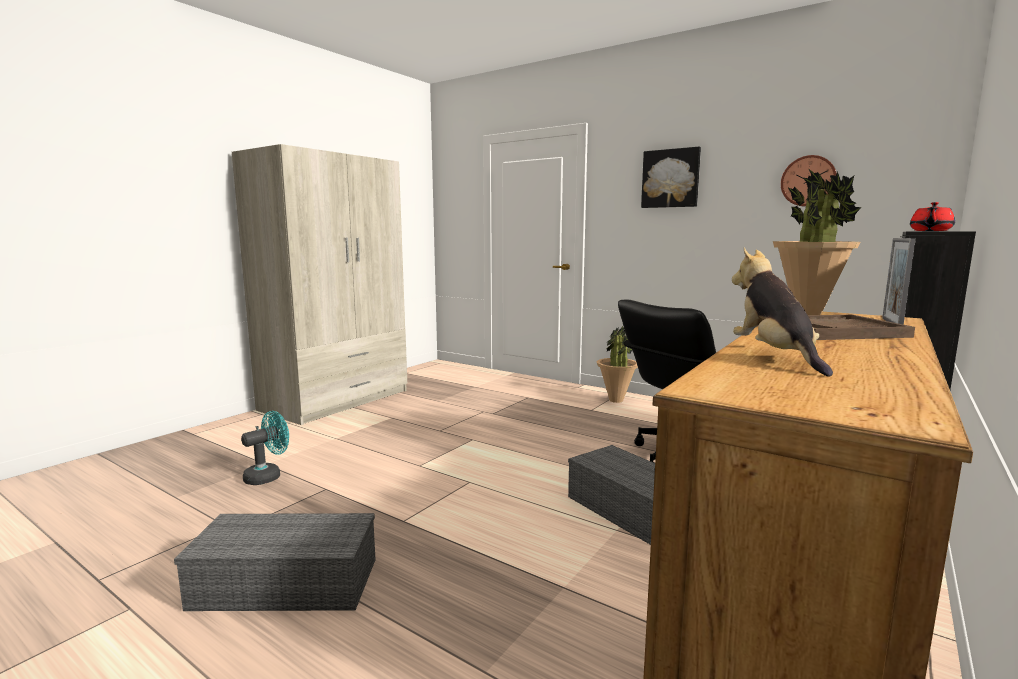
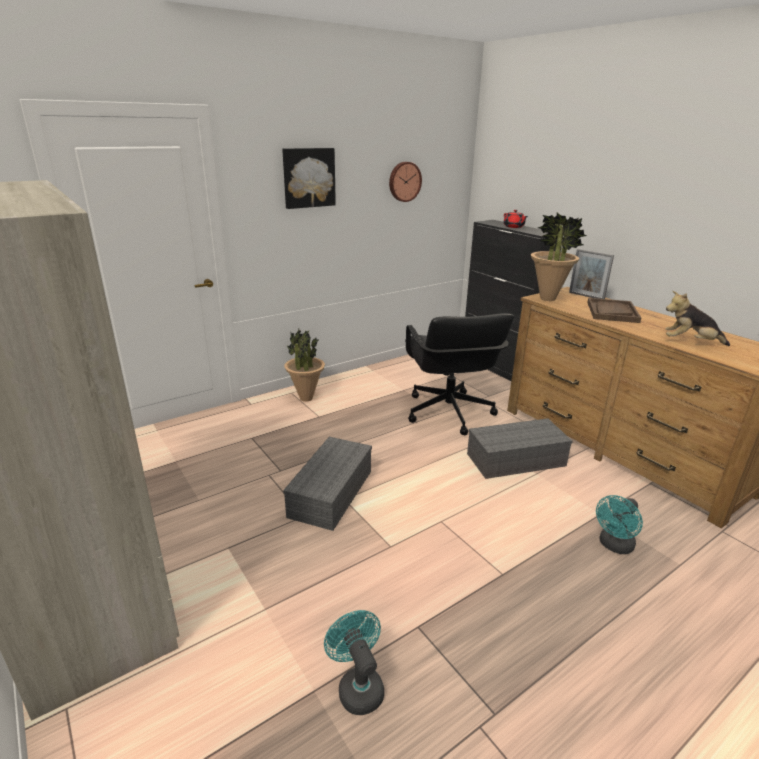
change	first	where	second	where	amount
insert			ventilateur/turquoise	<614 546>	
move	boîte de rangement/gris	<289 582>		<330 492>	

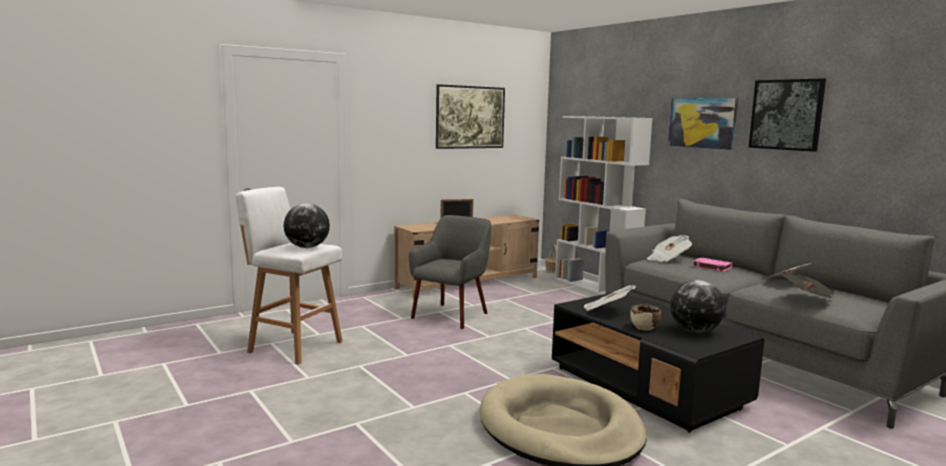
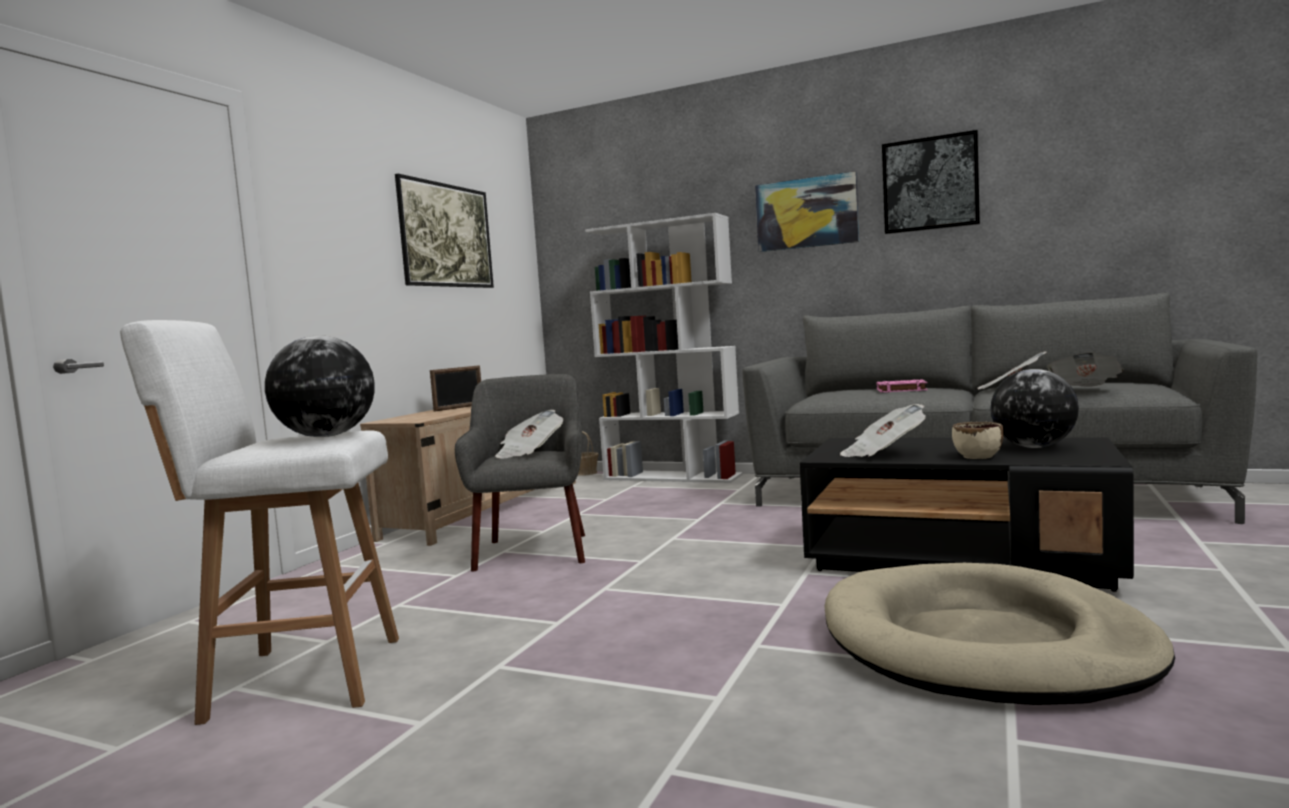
change	first	where	second	where	amount
move	journal	<667 259>		<529 453>	

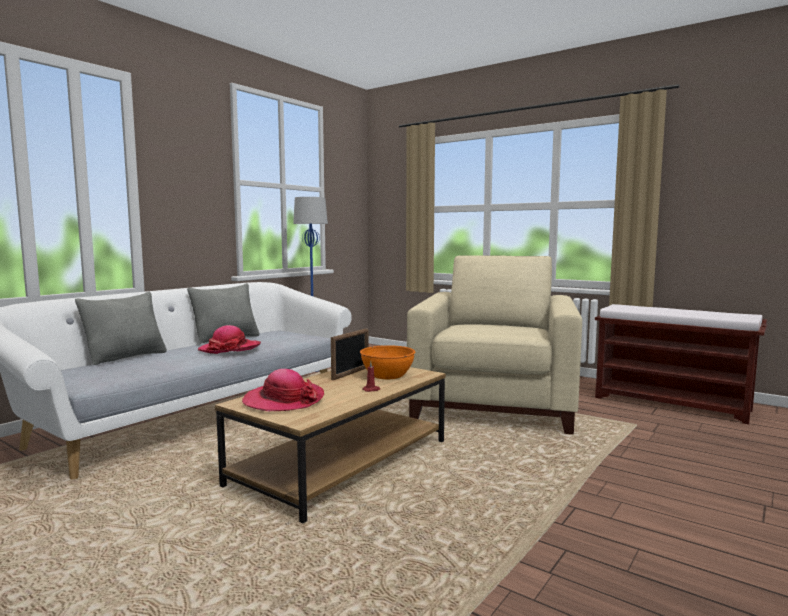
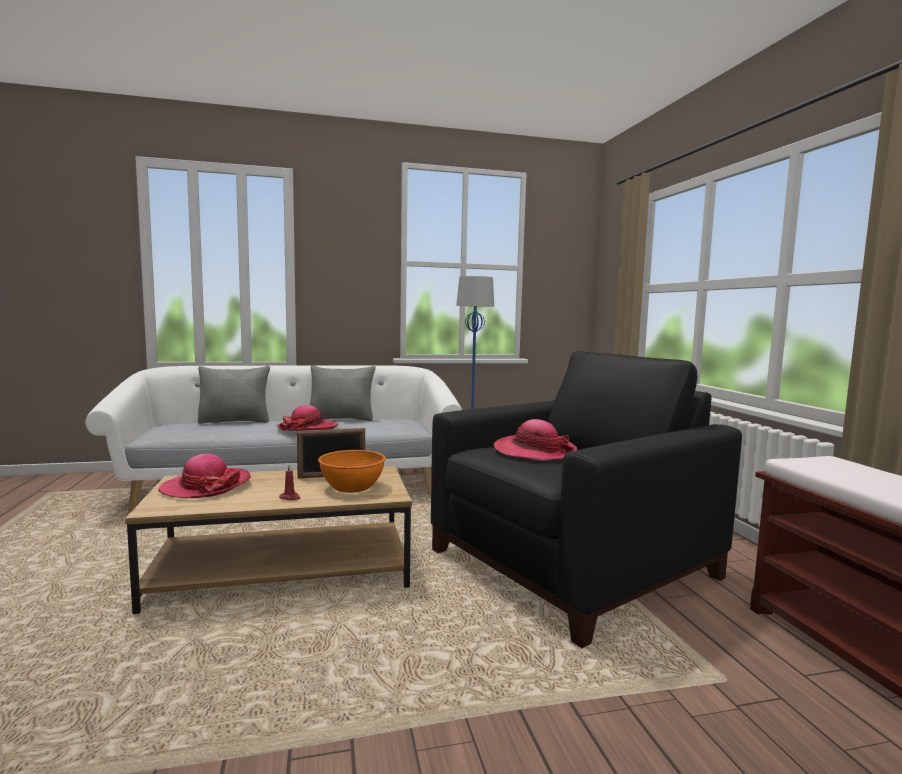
change	first	where	second	where	amount
insert			chapeau	<534 451>	
recolor	fauteuil/beige	<495 404>	fauteuil/noir	<571 565>	

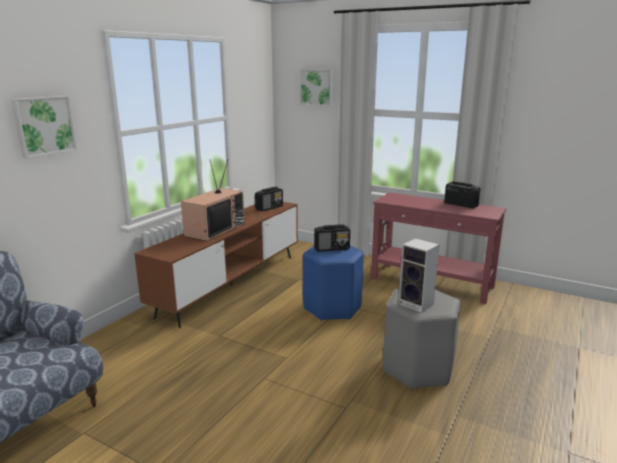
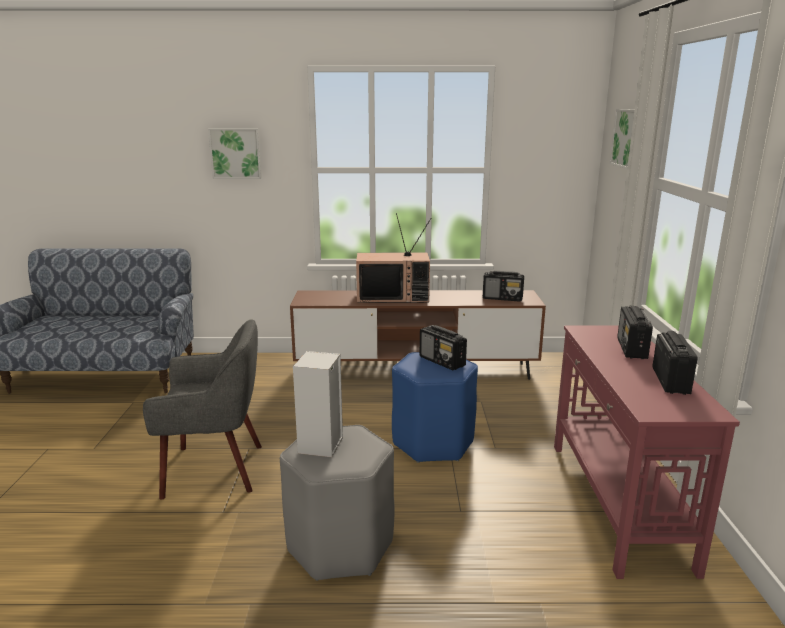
change	first	where	second	where	amount
insert			fauteuil/gris	<215 469>	
insert			radio	<631 349>	

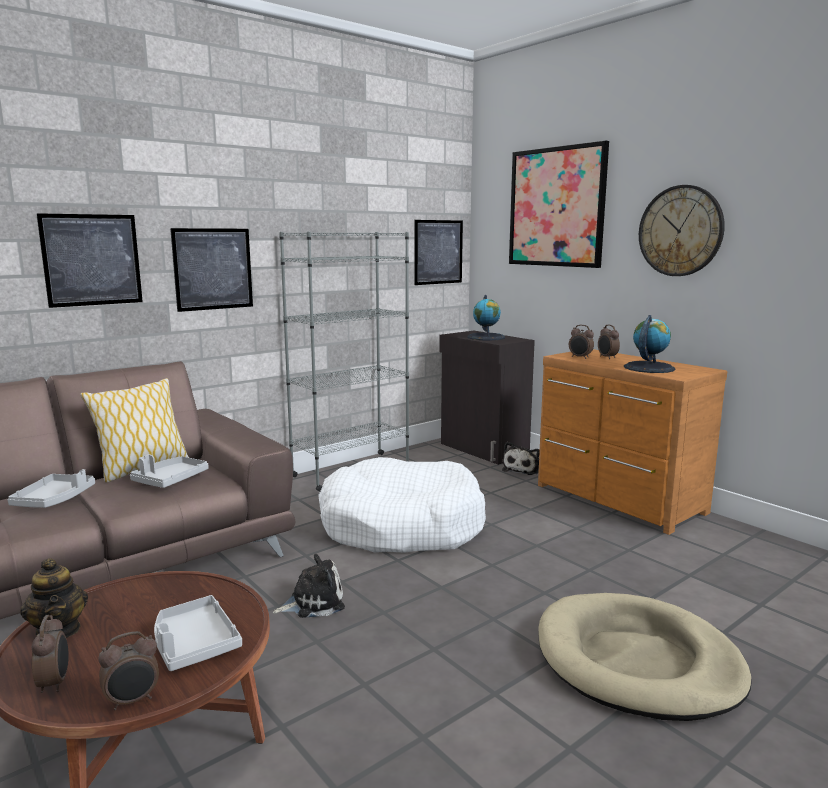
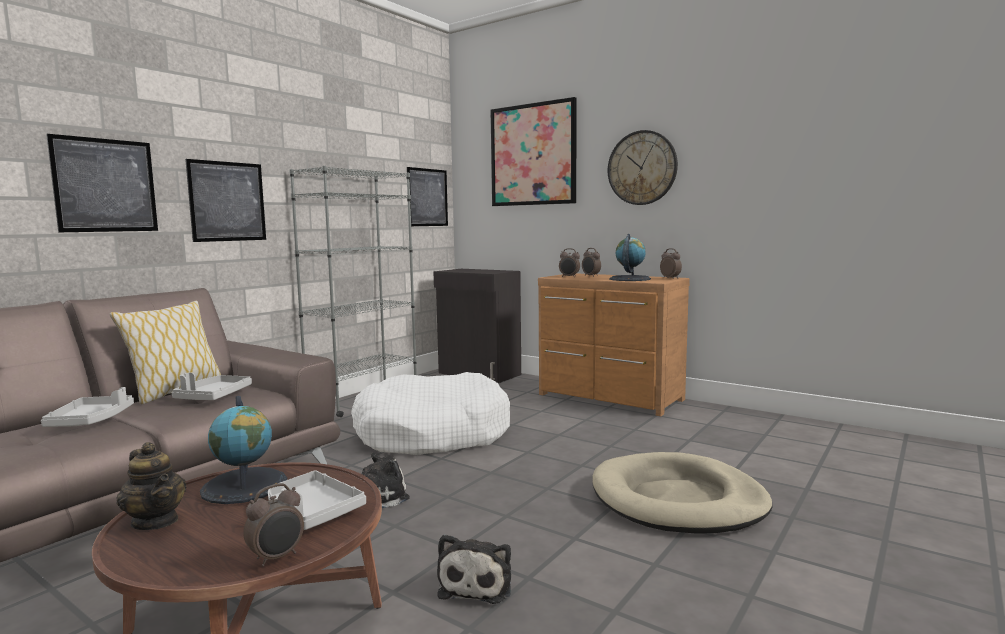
change	first	where	second	where	amount
move	réveil	<55 683>		<670 278>	
move	globe	<486 337>		<245 485>	
move	peluche	<522 469>		<477 584>	

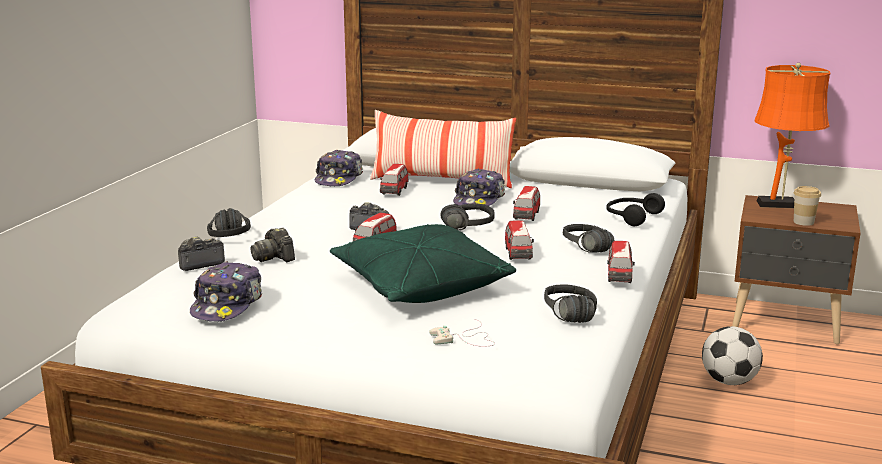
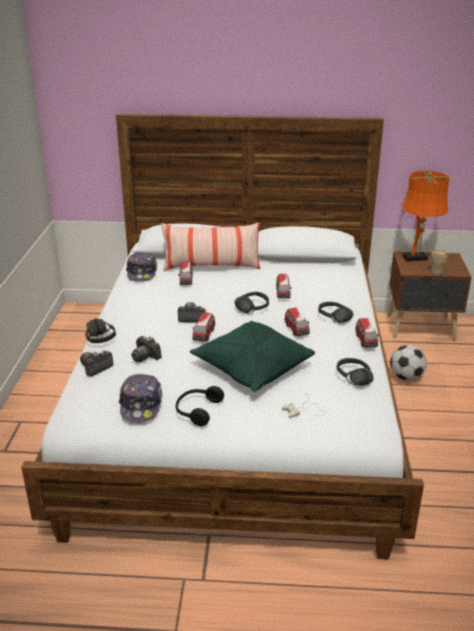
change	first	where	second	where	amount
delete	casquette	<479 200>			
move	casque audio/noir	<631 217>		<197 410>	

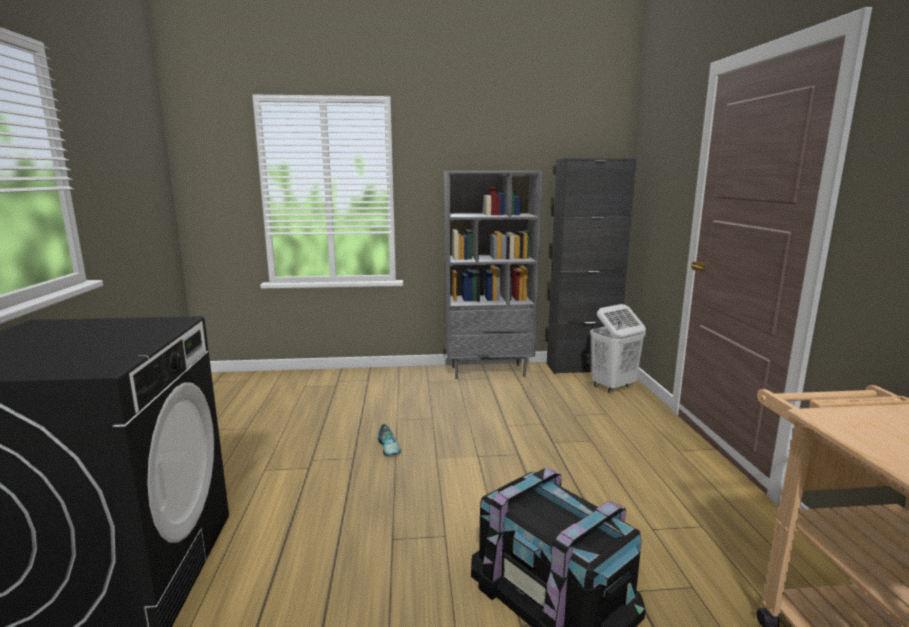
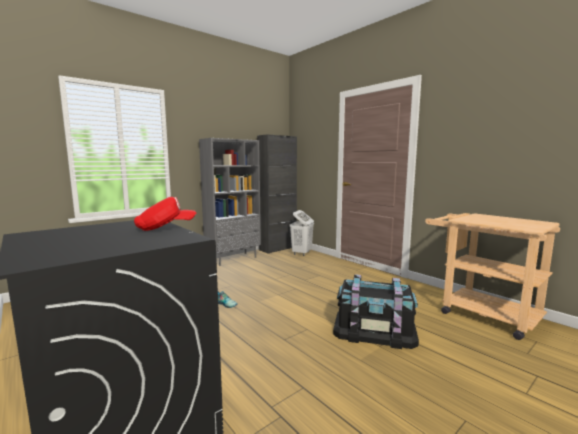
change	first	where	second	where	amount
insert			casquette/rouge	<165 228>	

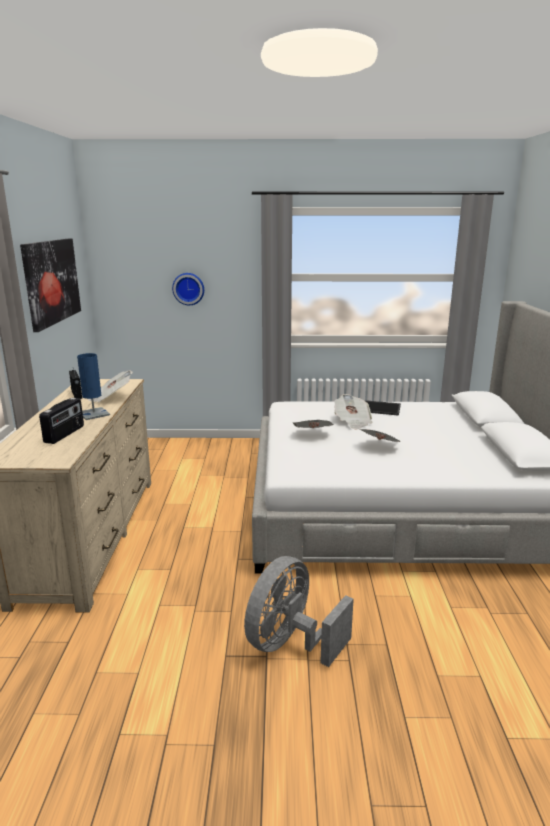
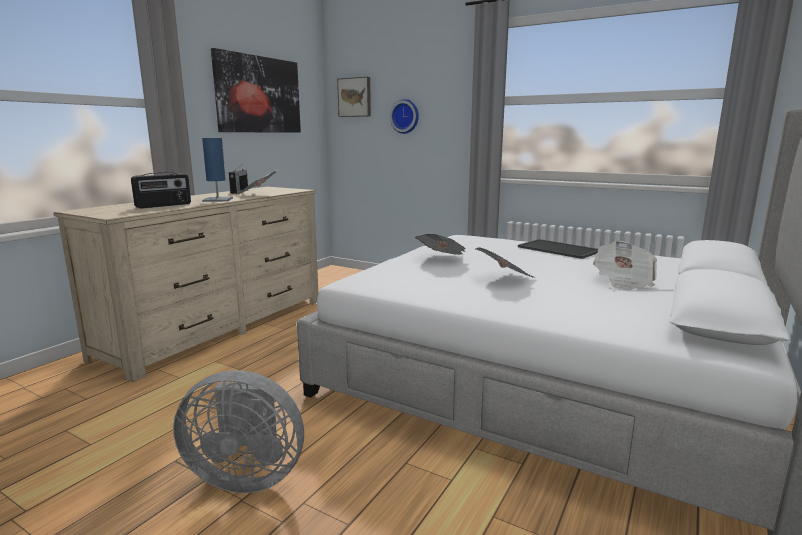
change	first	where	second	where	amount
insert			tableau	<355 97>	
move	journal	<352 422>		<623 282>	
rotate	ventilateur/gris	<290 644>		<246 476>	150 degrees counterclockwise

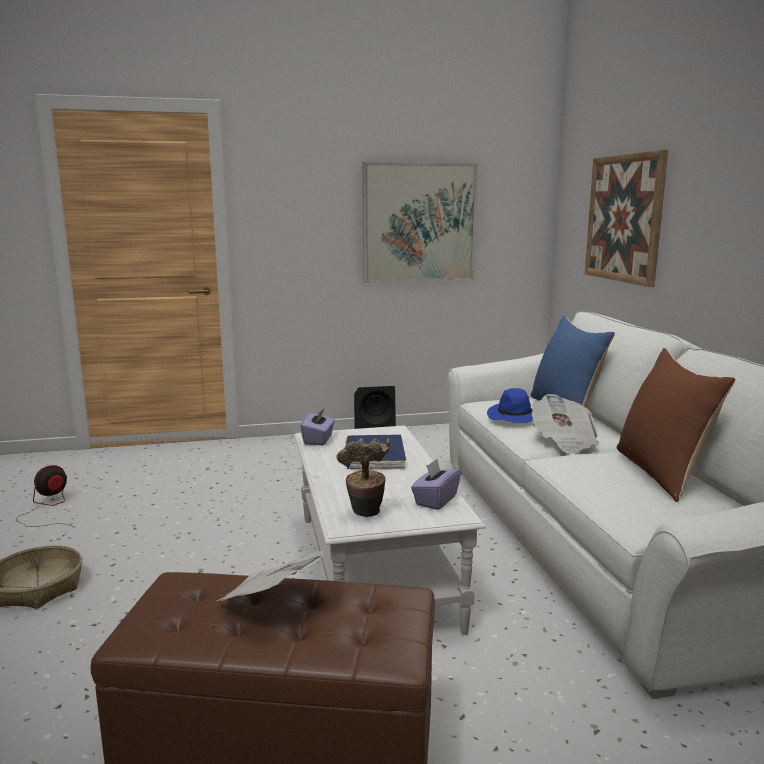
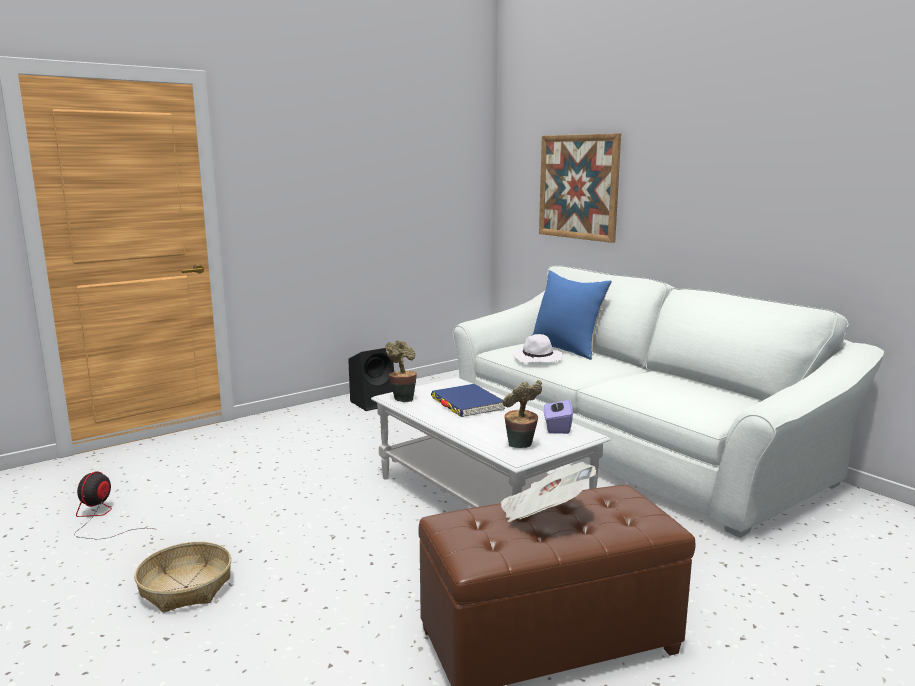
change	first	where	second	where	amount
delete	tableau	<419 223>			
delete	journal	<563 441>			
delete	coussin/marron	<663 473>			
replace	boîte à mouchoirs/violet	<318 440>	plante en pot	<402 399>	
recolor	chapeau/bleu	<515 417>	chapeau/blanc	<538 359>	

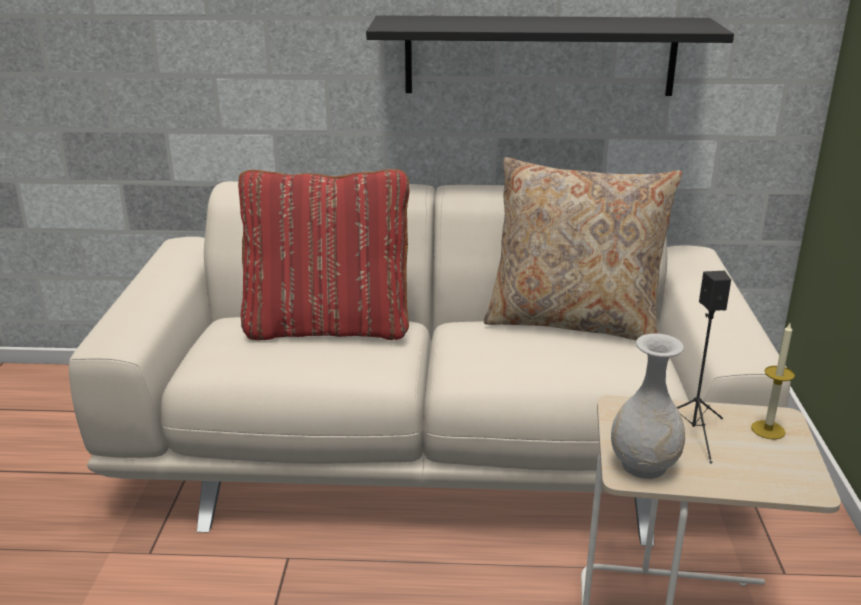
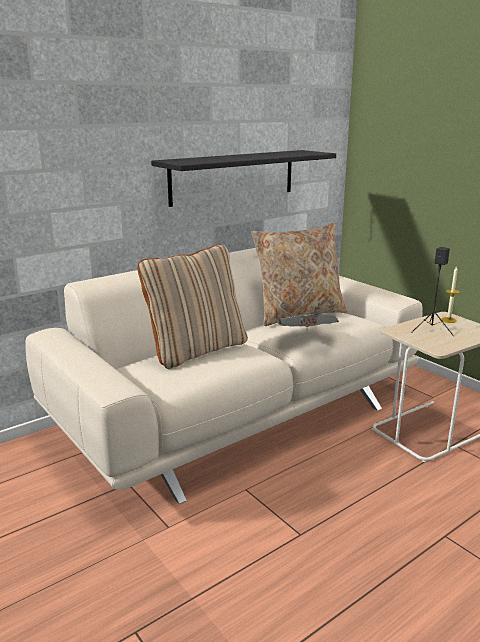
change	first	where	second	where	amount
delete	vase/blanc	<644 465>			
insert			journal	<306 337>	
recolor	coussin/rouge	<328 326>	coussin/beige	<196 350>	

